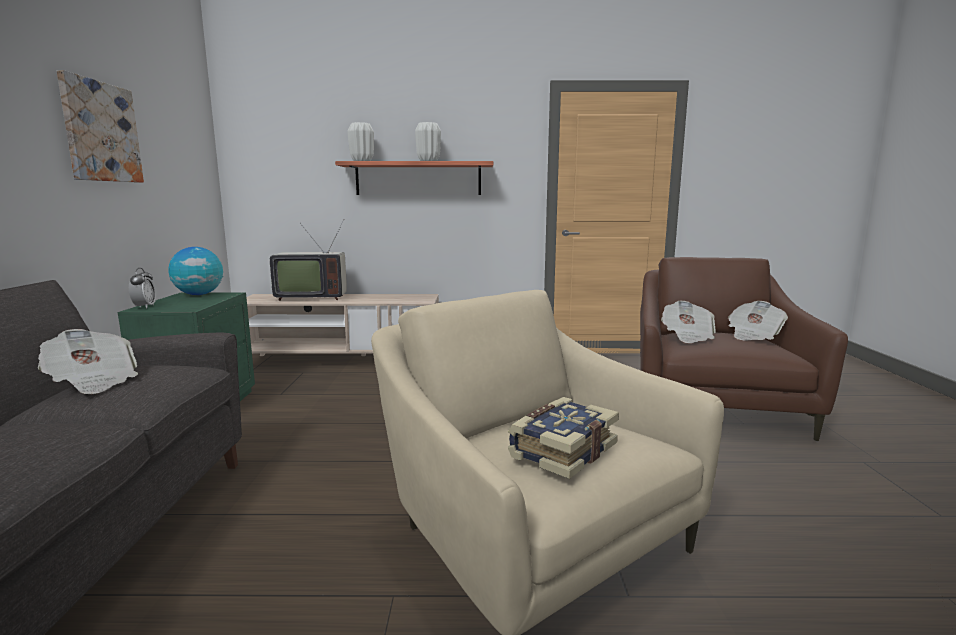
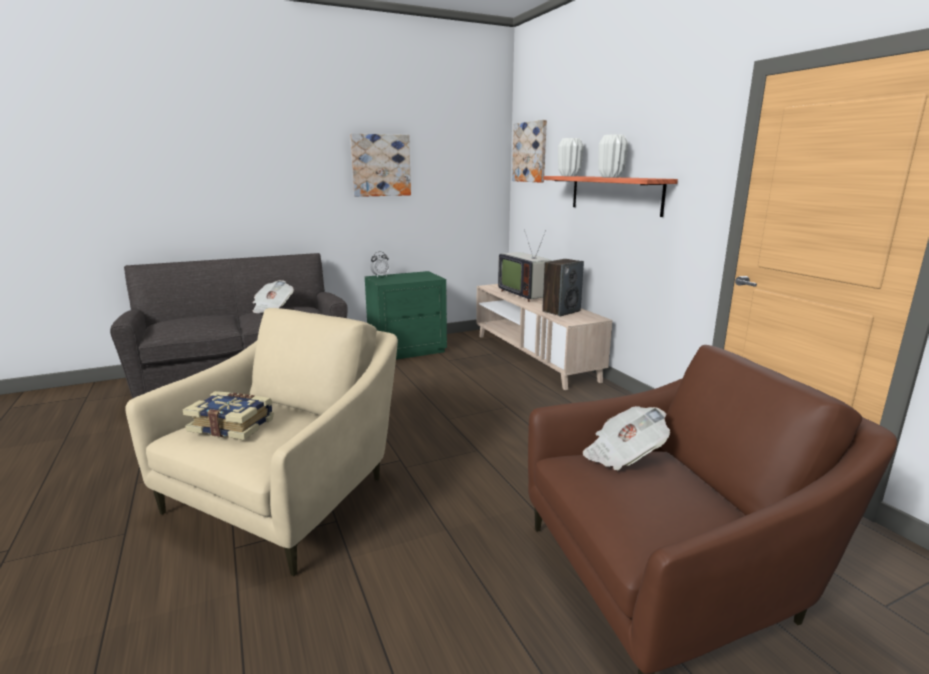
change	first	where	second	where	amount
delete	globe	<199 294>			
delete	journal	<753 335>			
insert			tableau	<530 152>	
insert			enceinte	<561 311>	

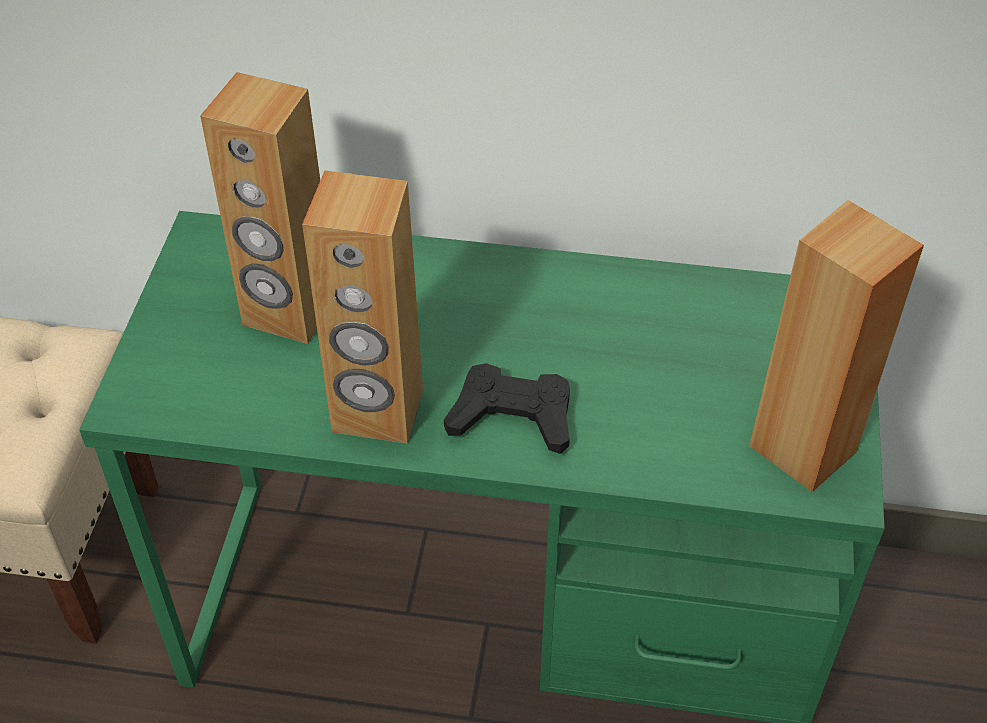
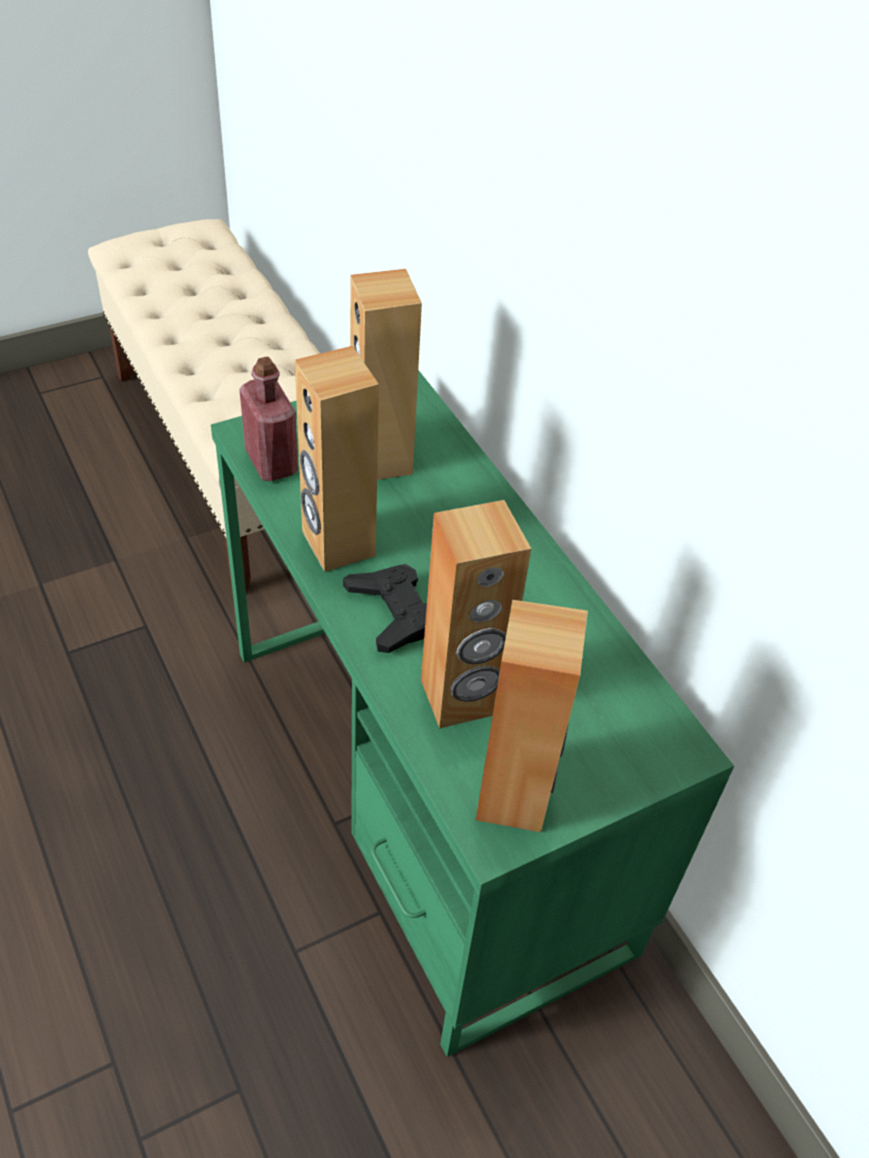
change	first	where	second	where	amount
insert			bouteille/rouge	<271 462>	
insert			enceinte/marron	<461 697>	

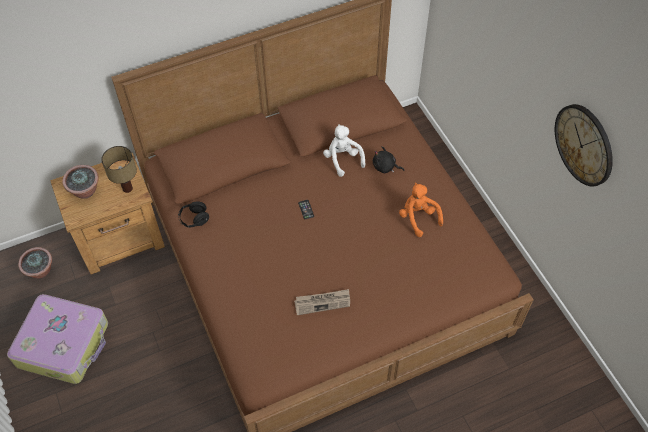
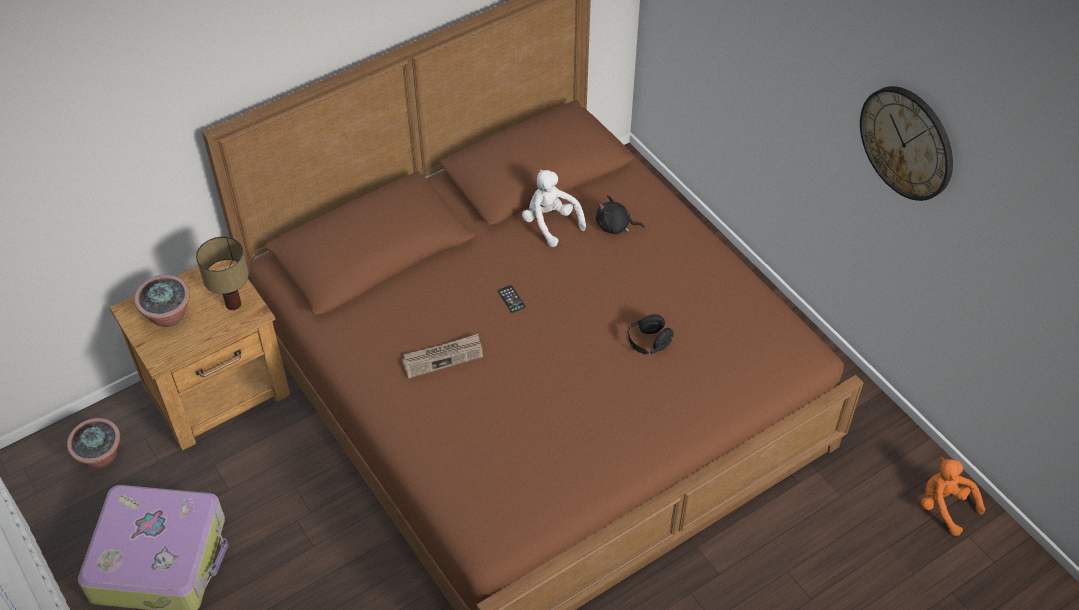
change	first	where	second	where	amount
move	casque audio/noir	<194 219>		<648 343>	
move	journal	<322 302>		<443 357>	
move	peluche/orange	<418 218>		<944 506>	

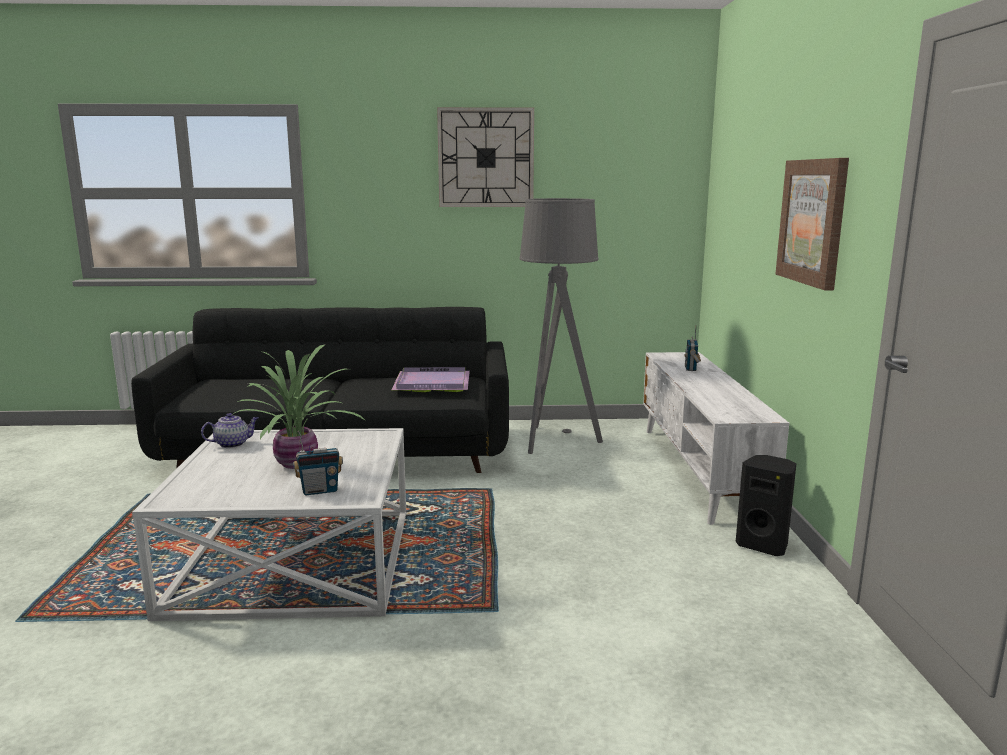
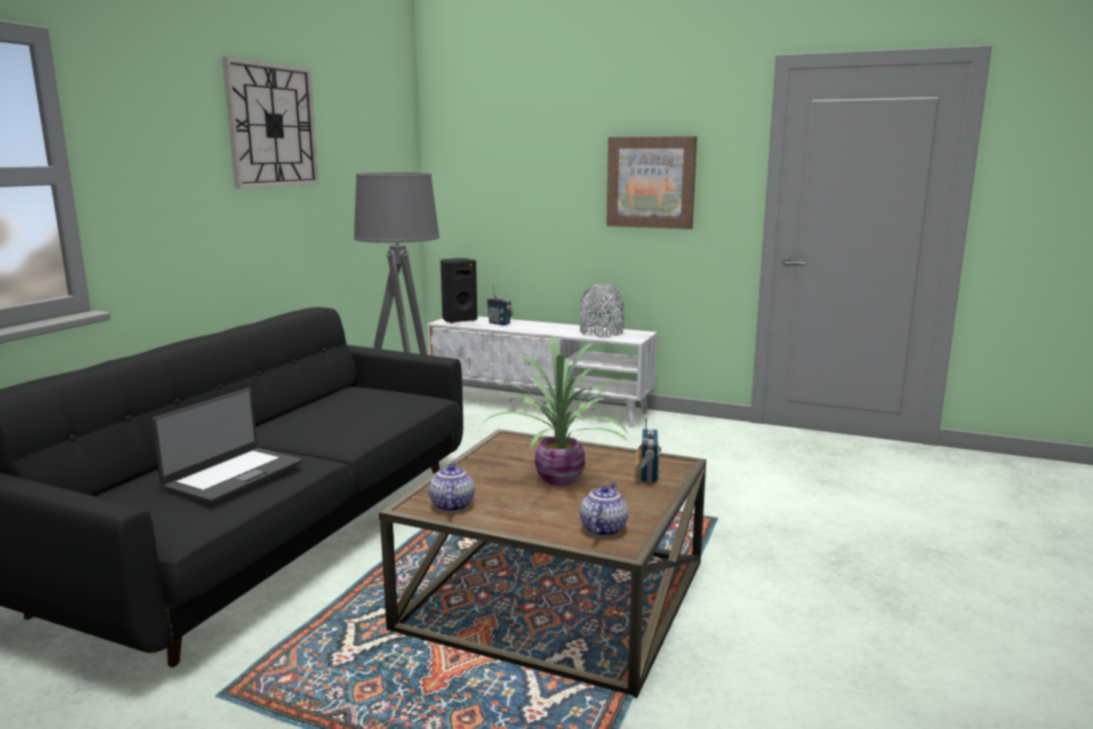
change	first	where	second	where	amount
delete	plateau/violet	<431 383>			
insert			ordinateur portable	<233 475>	
insert			vase/gris	<601 332>	
insert			théière	<603 529>	
move	enceinte/noir	<763 545>		<458 320>	
recolor	table basse/blanc	<295 559>	table basse/marron	<553 594>	

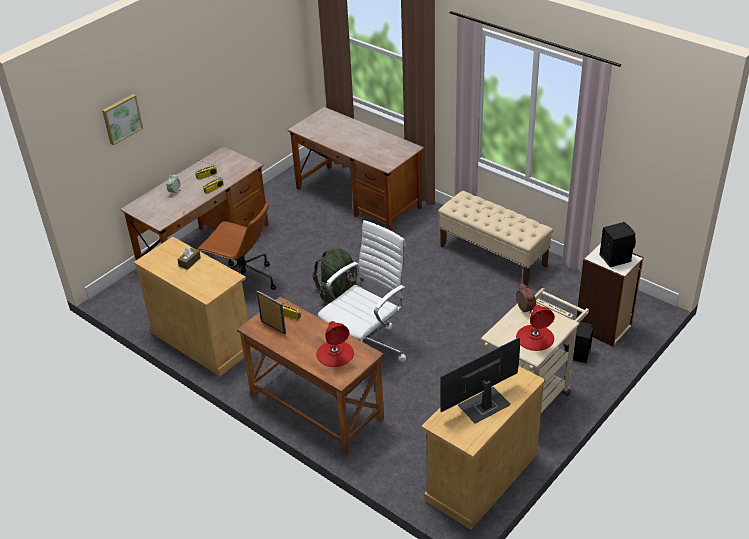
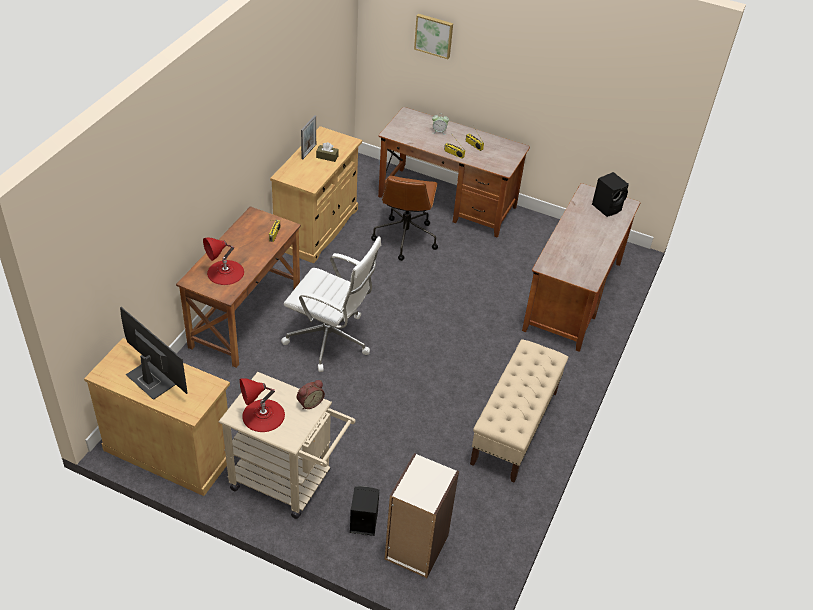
change	first	where	second	where	amount
delete	sac à dos/vert	<338 292>			
move	cadre photo	<273 327>		<309 151>	
move	enceinte/noir	<615 257>		<607 207>	

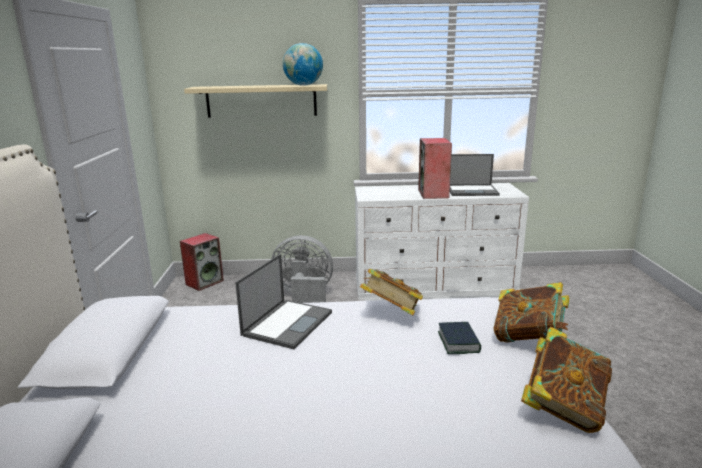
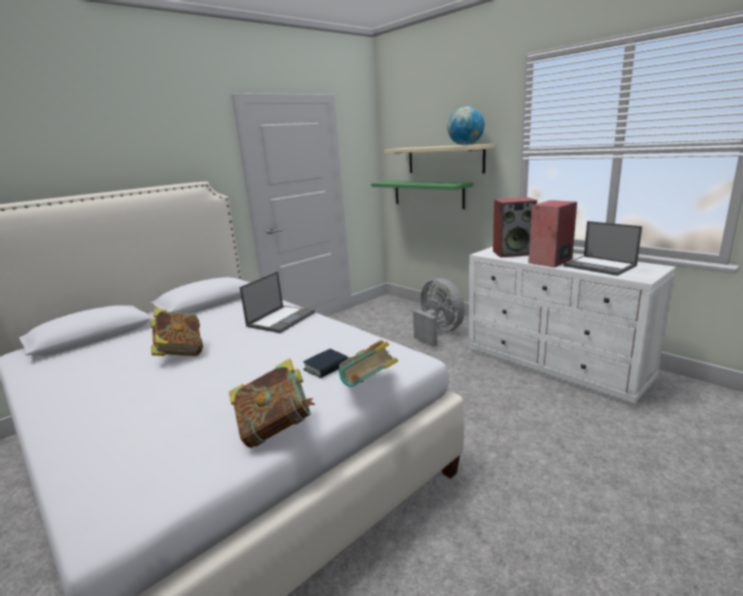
change	first	where	second	where	amount
insert			étagère/vert	<428 194>	
move	enceinte	<204 282>		<513 253>	
move	livre	<391 313>		<180 352>	
rotate	ordinateur portable	<288 323>		<281 319>	45 degrees counterclockwise

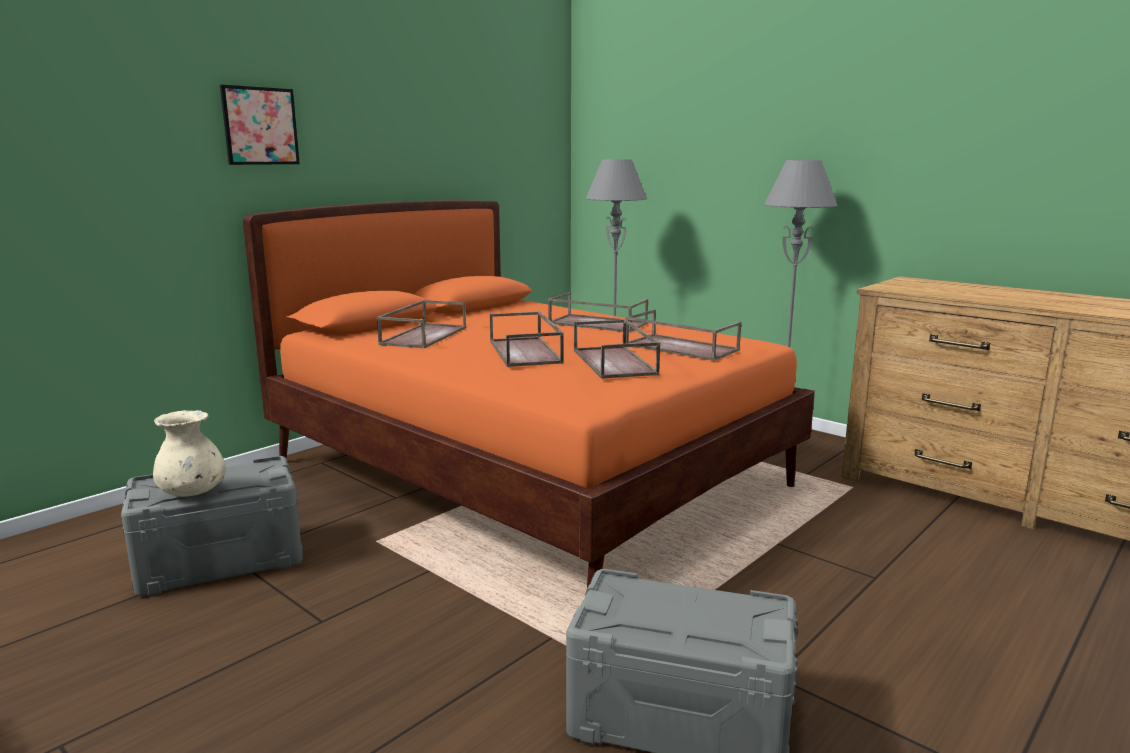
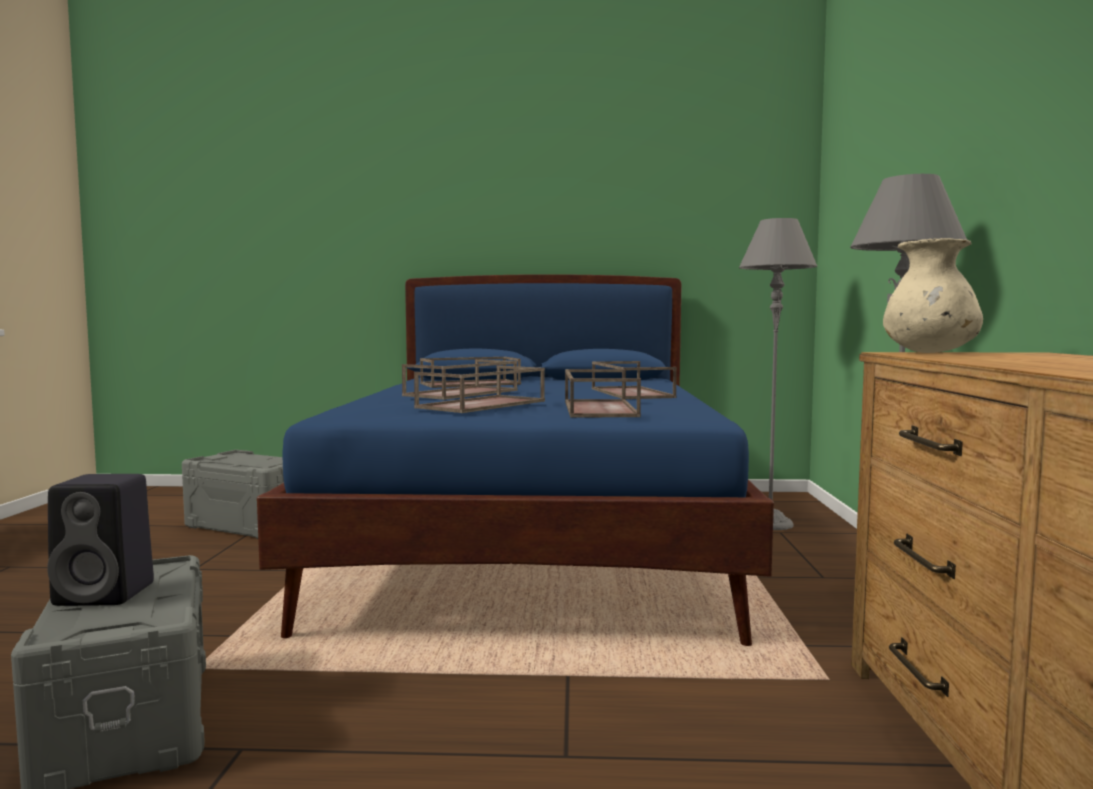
change	first	where	second	where	amount
delete	tableau	<260 126>			
insert			enceinte/noir	<108 594>	
move	vase/beige	<193 493>		<930 353>	
recolor	lit/orange	<528 473>	lit/bleu	<533 545>	

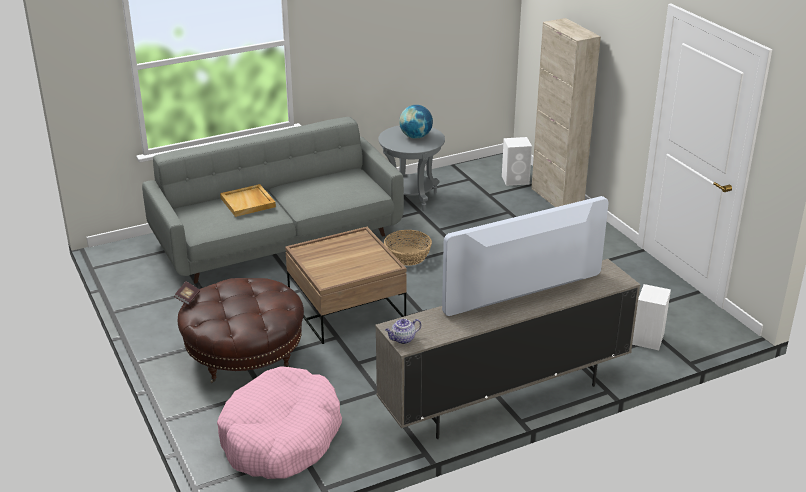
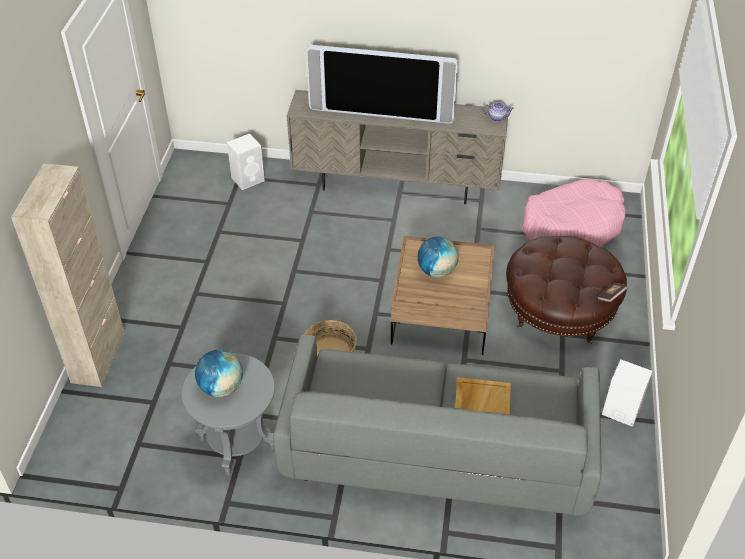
change	first	where	second	where	amount
insert			globe	<436 271>	
move	enceinte/blanc	<516 180>		<620 410>	

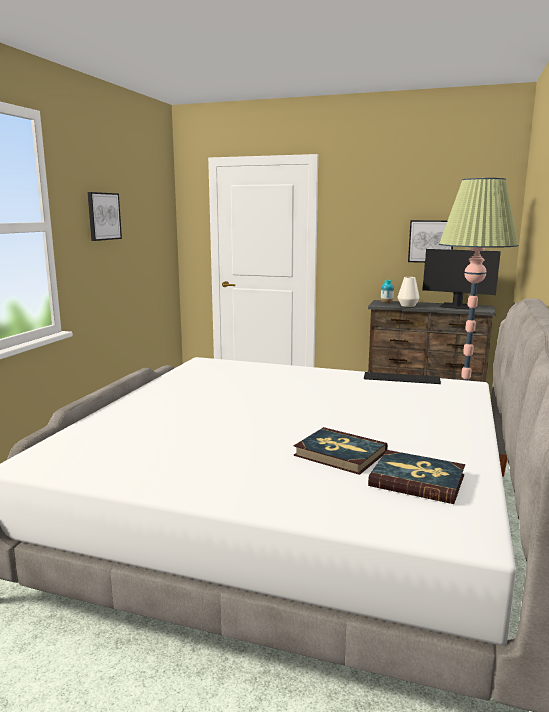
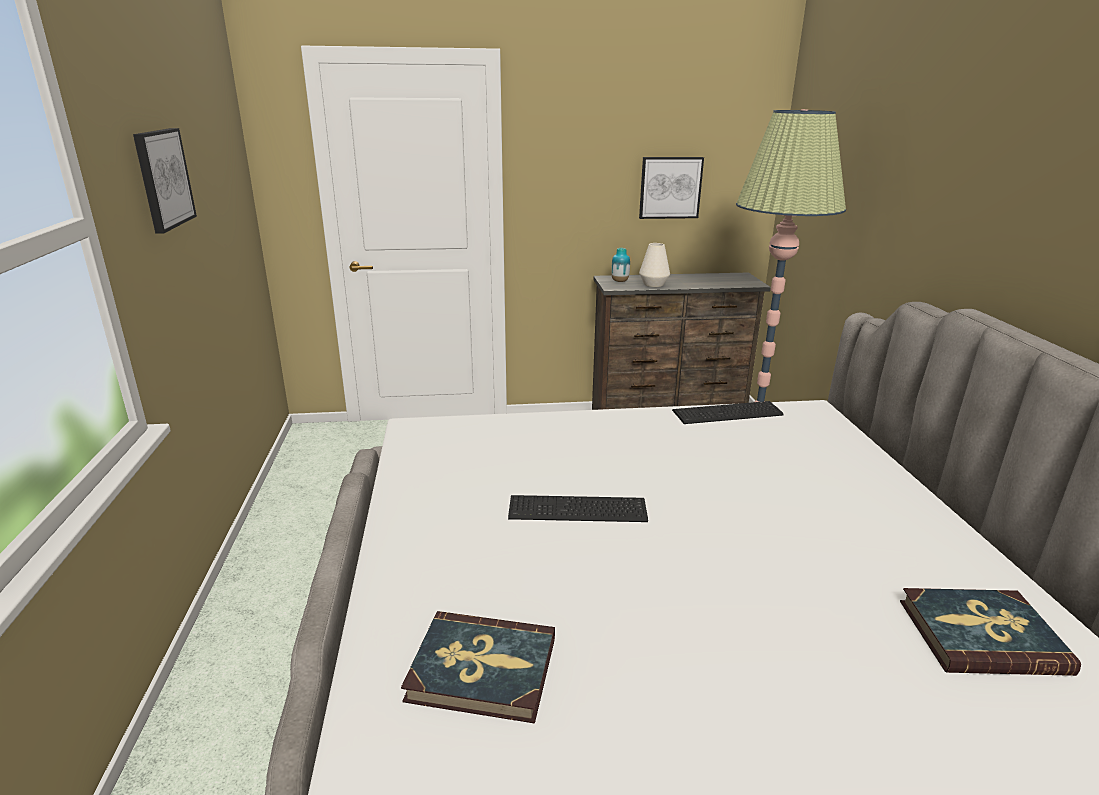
change	first	where	second	where	amount
delete	écran d'ordinateur	<457 307>			
insert			clavier	<579 510>	
move	livre	<340 454>		<482 670>	

